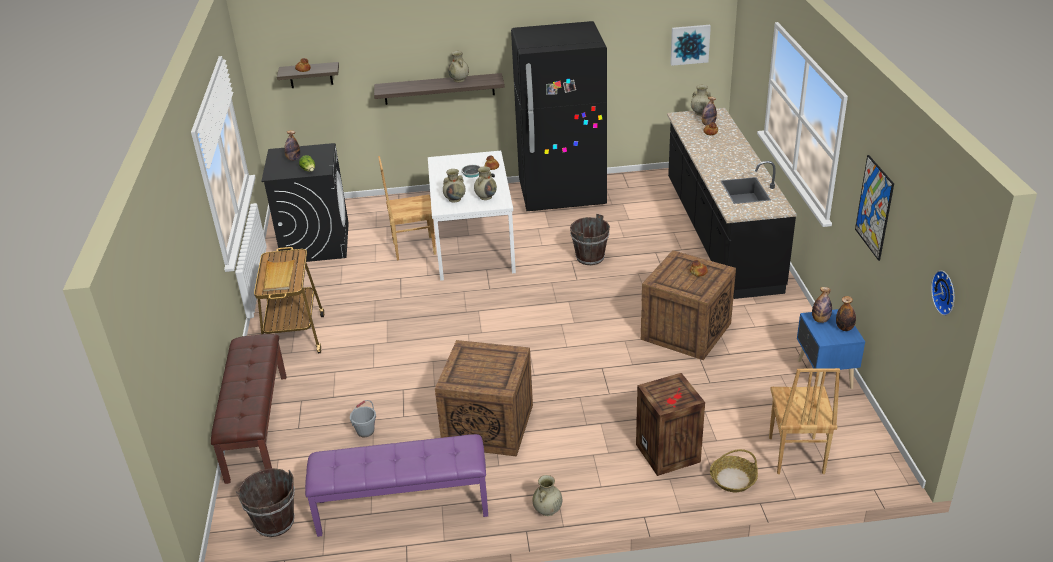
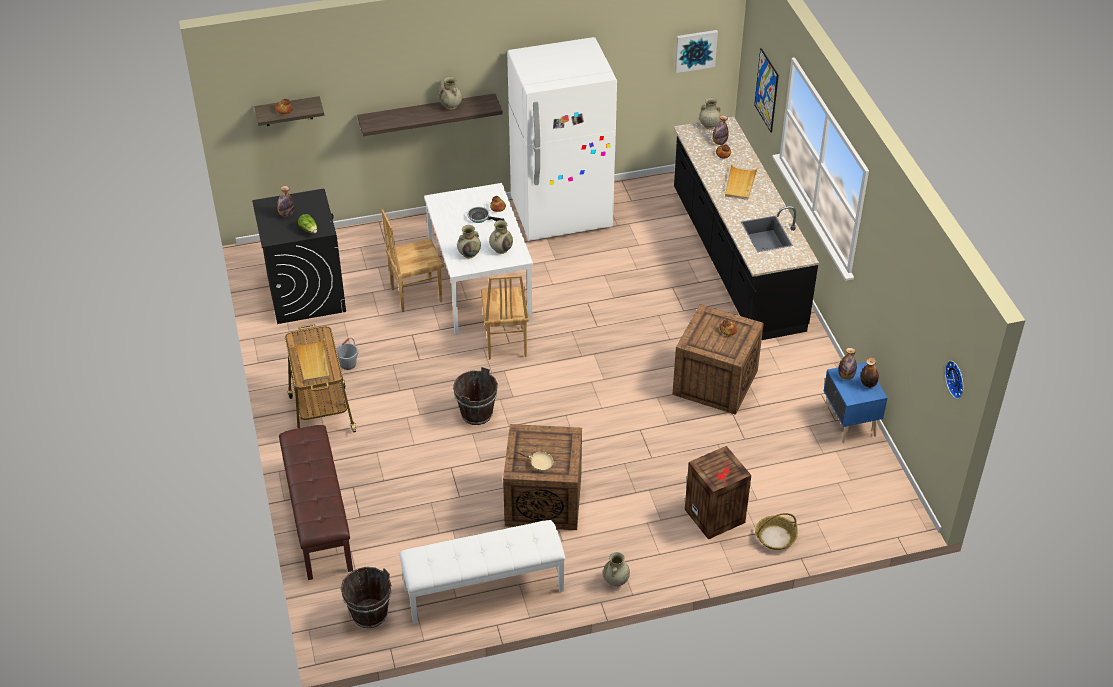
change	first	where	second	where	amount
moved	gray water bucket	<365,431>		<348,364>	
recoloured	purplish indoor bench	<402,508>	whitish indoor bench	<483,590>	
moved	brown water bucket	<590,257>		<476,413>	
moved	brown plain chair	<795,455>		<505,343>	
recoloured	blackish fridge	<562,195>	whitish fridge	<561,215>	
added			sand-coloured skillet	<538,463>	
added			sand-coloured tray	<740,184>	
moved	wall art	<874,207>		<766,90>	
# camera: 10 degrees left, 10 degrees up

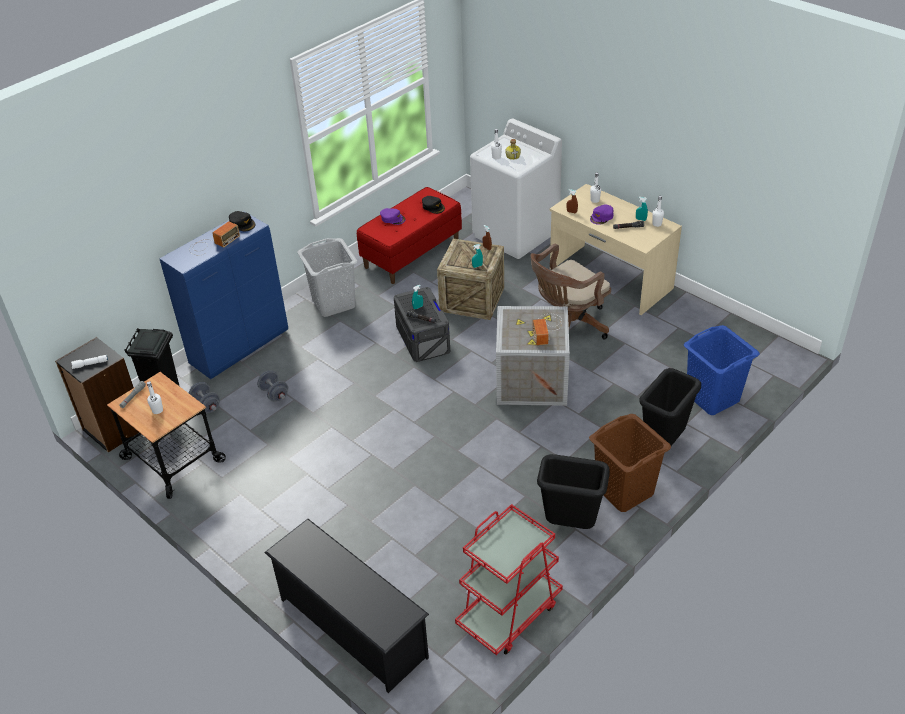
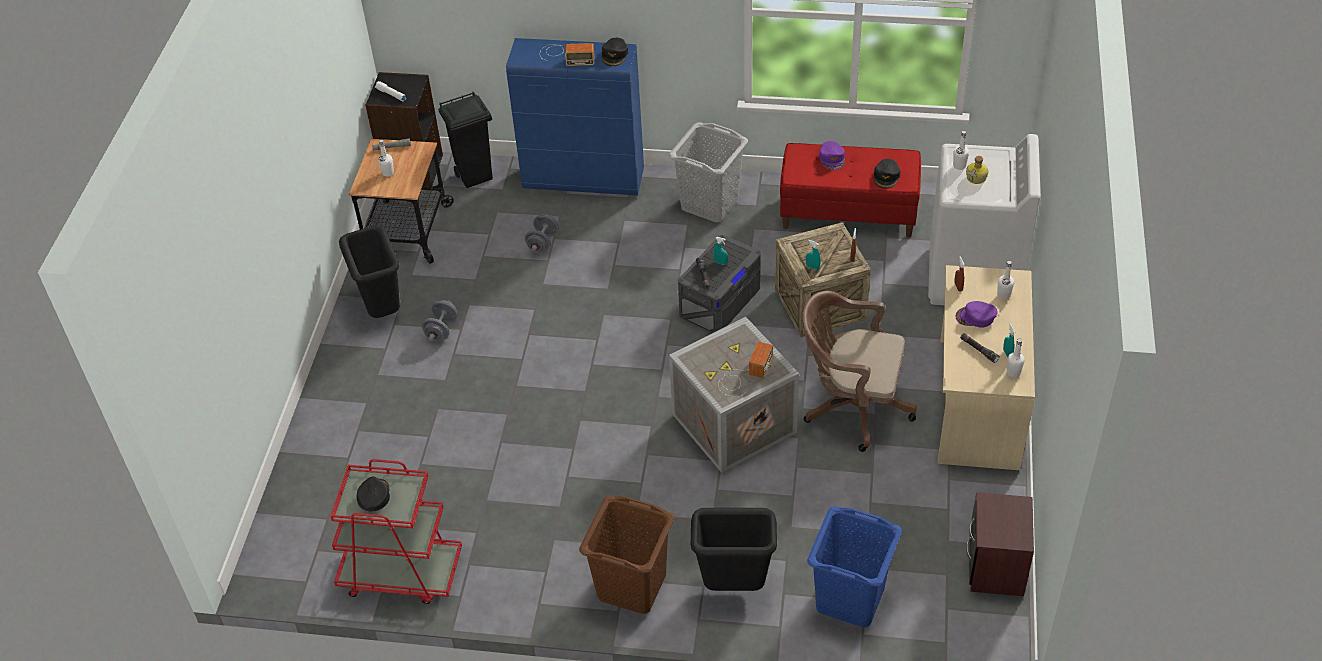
change	first	where	second	where	amount
moved	blackish waste bin	<571,525>		<382,310>	
added			blackish baseball cap	<373,496>	
moved	gray dumbbell	<206,405>		<442,330>	
turned	radio receiver	<547,328>		<744,375>	150 degrees clockwise
added			brown bedside table	<996,566>	
removed	blackish shoe stand	<352,627>			
# camera: 55 degrees right, 5 degrees up

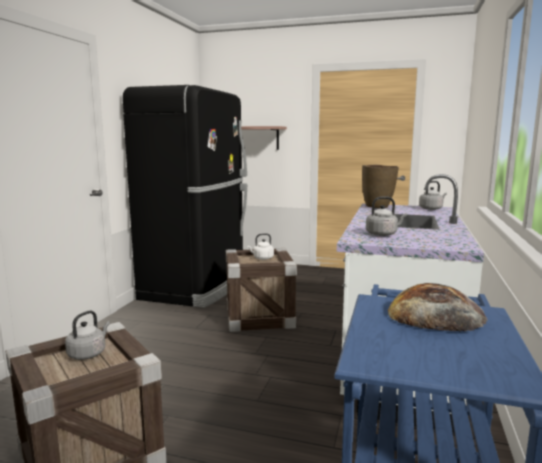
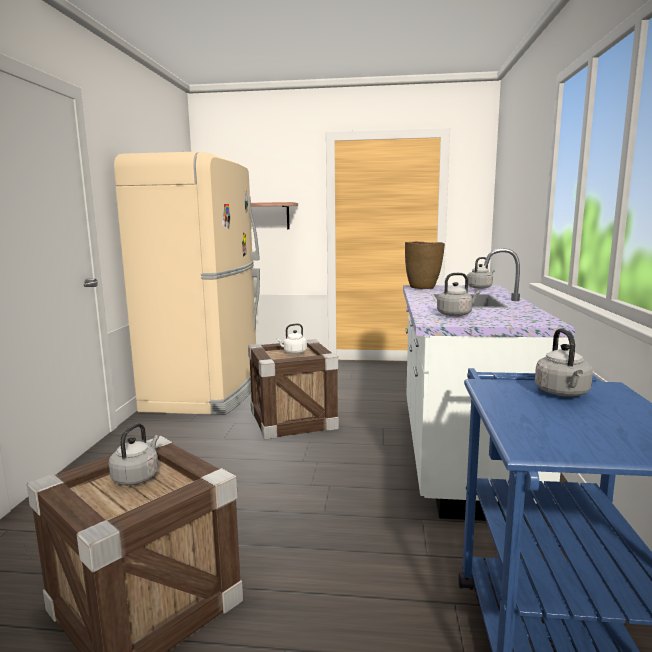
change	first	where	second	where	amount
recoloured	blackish fridge	<197,286>	sand-coloured fridge	<207,391>	
replaced	bread	<435,314>	gray kettle	<563,393>	
# camera: 10 degrees left, 0 degrees up

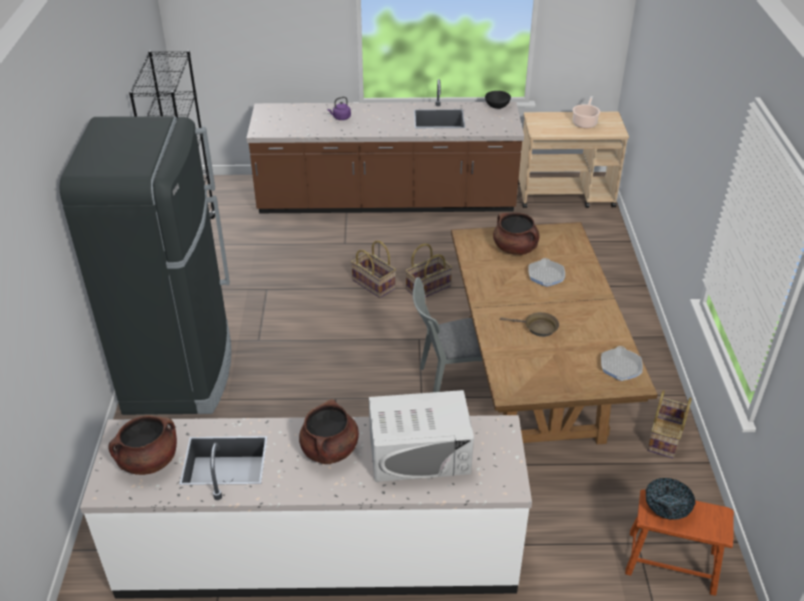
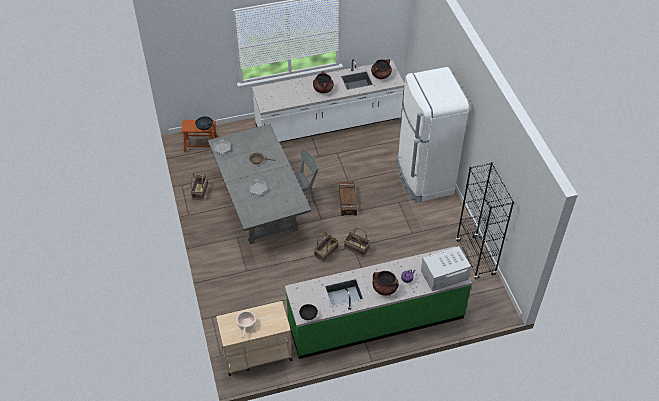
change	first	where	second	where	amount
recoloured	brown kitchen table	<533,383>	gray kitchen table	<260,206>	
recoloured	brown counter	<386,201>	green counter	<375,320>	
added			packing crate	<347,201>	
moved	brown cooking pot	<515,248>		<384,288>	
recoloured	blackish fridge	<180,372>	whitish fridge	<424,179>	
moved	whitish microwave	<419,453>		<444,275>	
# camera: 165 degrees right, 10 degrees up

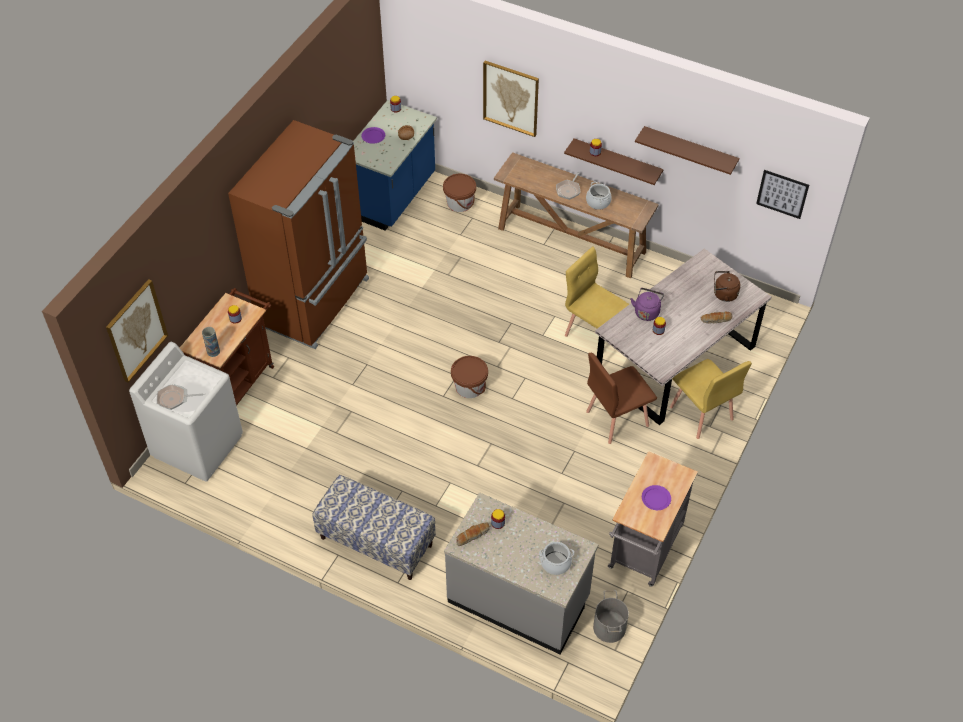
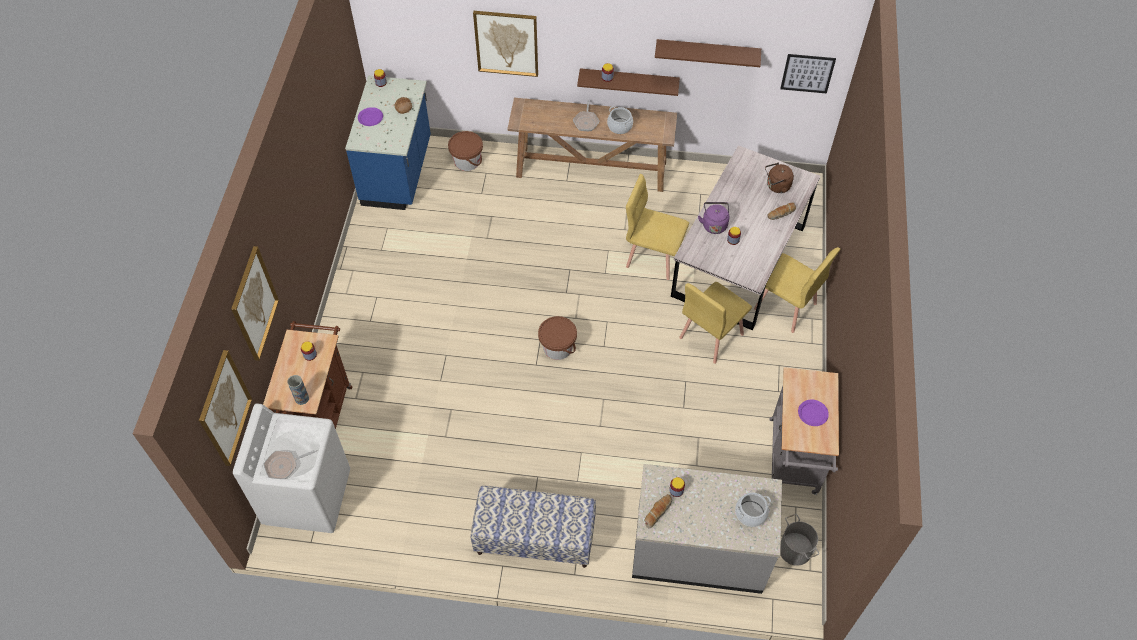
change	first	where	second	where	amount
added			wall art	<254,304>	
recoloured	brown plain chair	<616,418>	yellowish plain chair	<710,336>	
removed	brown fridge	<315,302>			
# camera: 20 degrees left, 5 degrees up

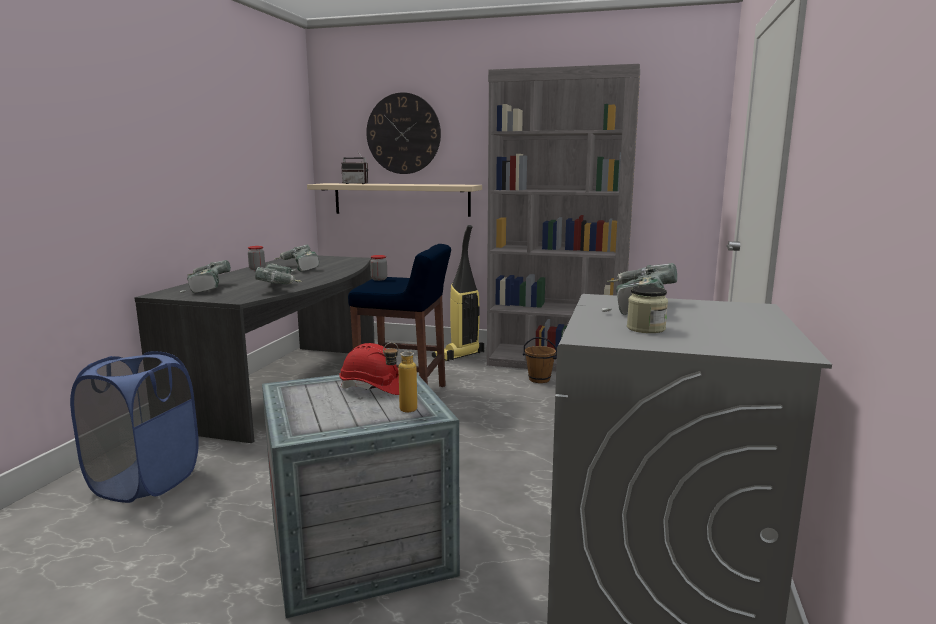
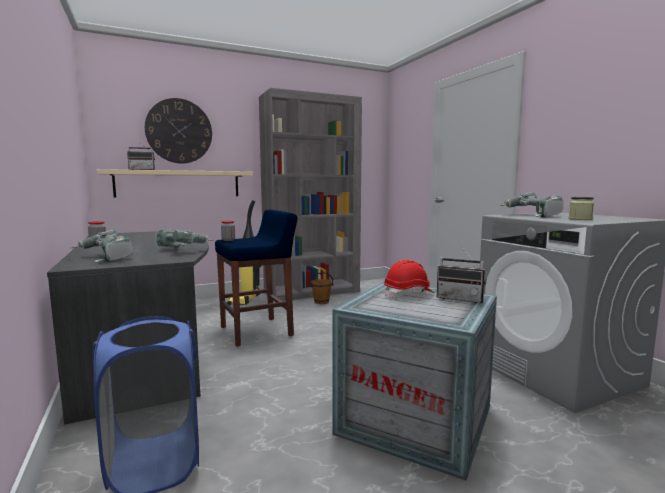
change	first	where	second	where	amount
replaced	bottle	<401,410>	radio receiver	<461,299>	
removed	power drill	<298,268>			
# camera: 40 degrees left, 5 degrees down

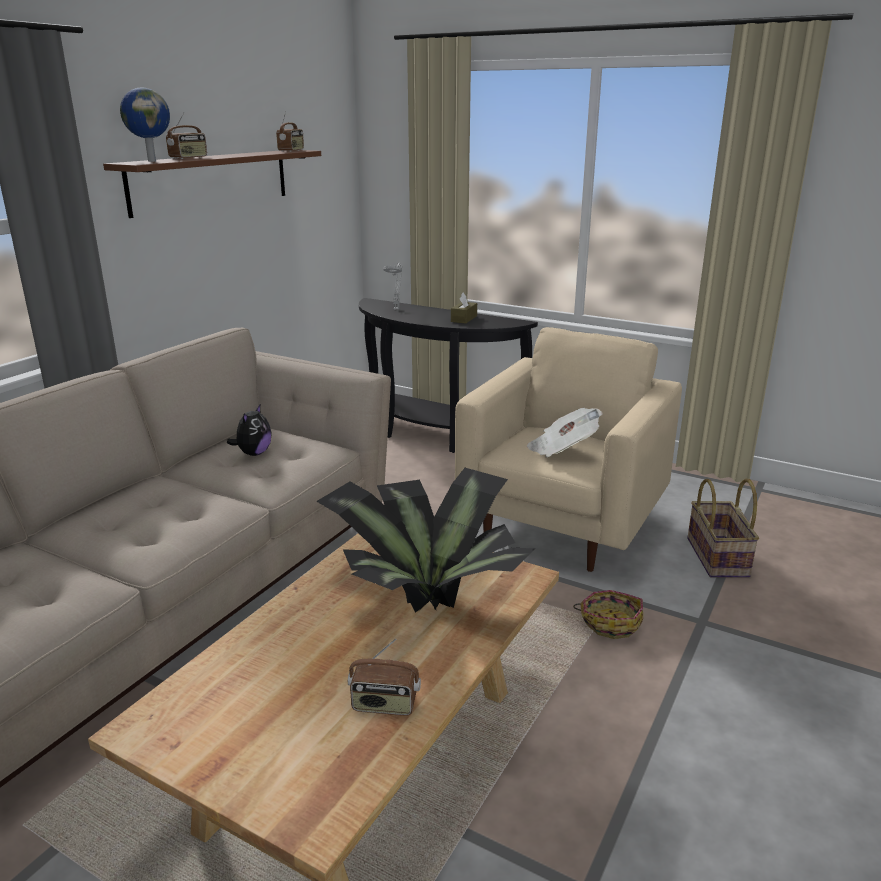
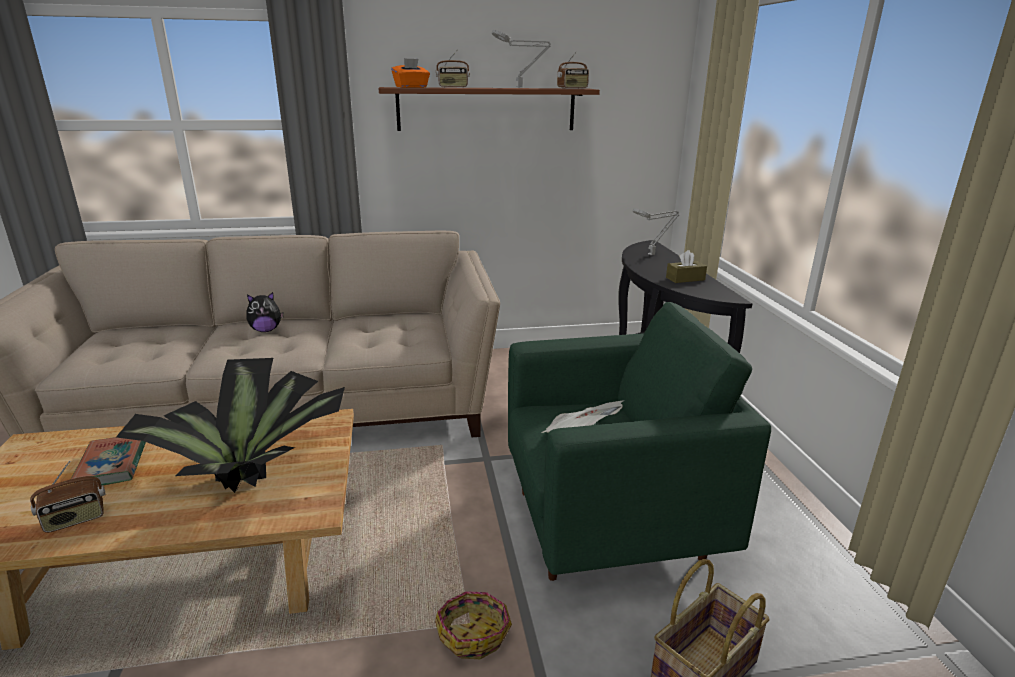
change	first	where	second	where	amount
turned	radio receiver	<384,705>		<75,519>	90 degrees counterclockwise
added			bound book	<112,465>	
moved	plush toy	<253,453>		<266,330>	
replaced	desk globe	<152,161>	orangey box of tissues	<411,87>	
added			gray table lamp	<521,88>	
recoloured	sand-coloured armchair	<563,525>	green armchair	<610,524>	
# camera: 50 degrees right, 0 degrees up

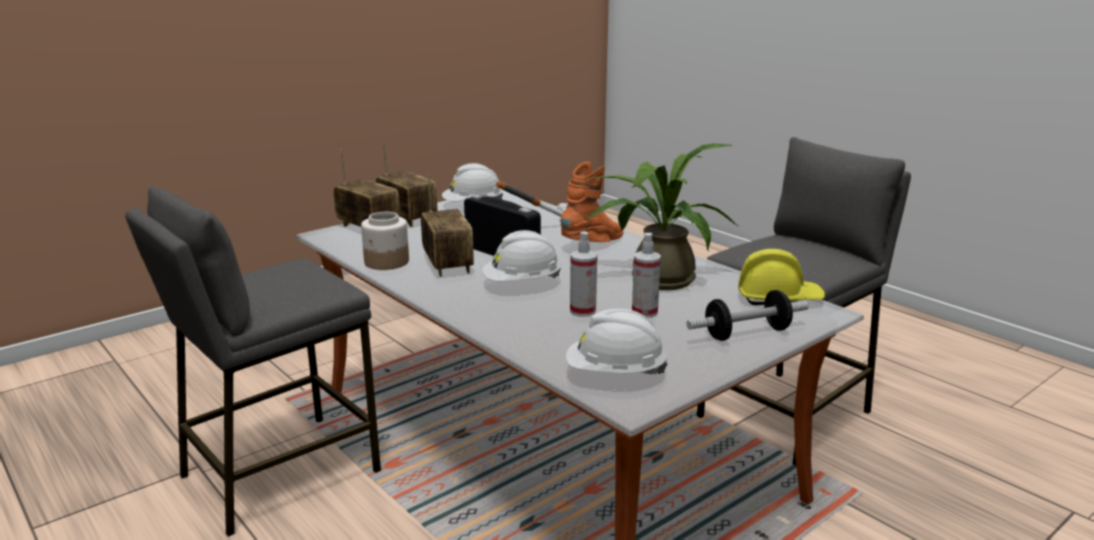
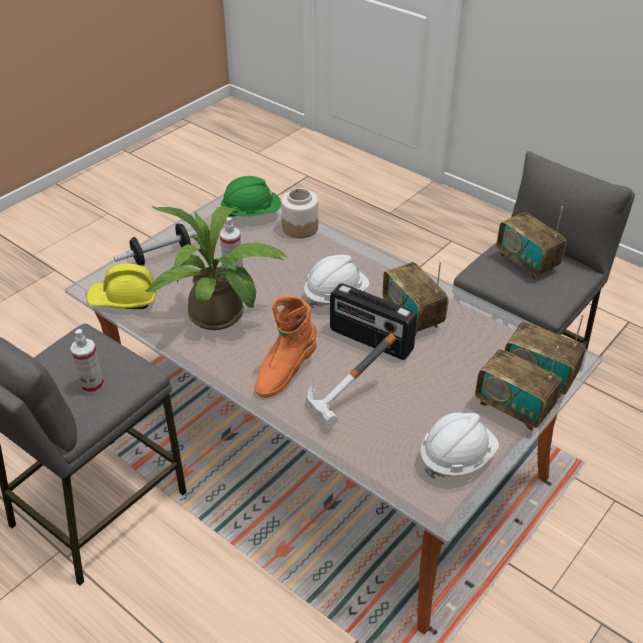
change	first	where	second	where	amount
moved	hand sprayer	<582,311>		<92,385>	
recoloured	whitish hard hat	<615,374>	green hard hat	<251,213>	
moved	preserve jar	<386,262>		<300,227>	
added			radio receiver	<526,262>	
# camera: 170 degrees right, 20 degrees up

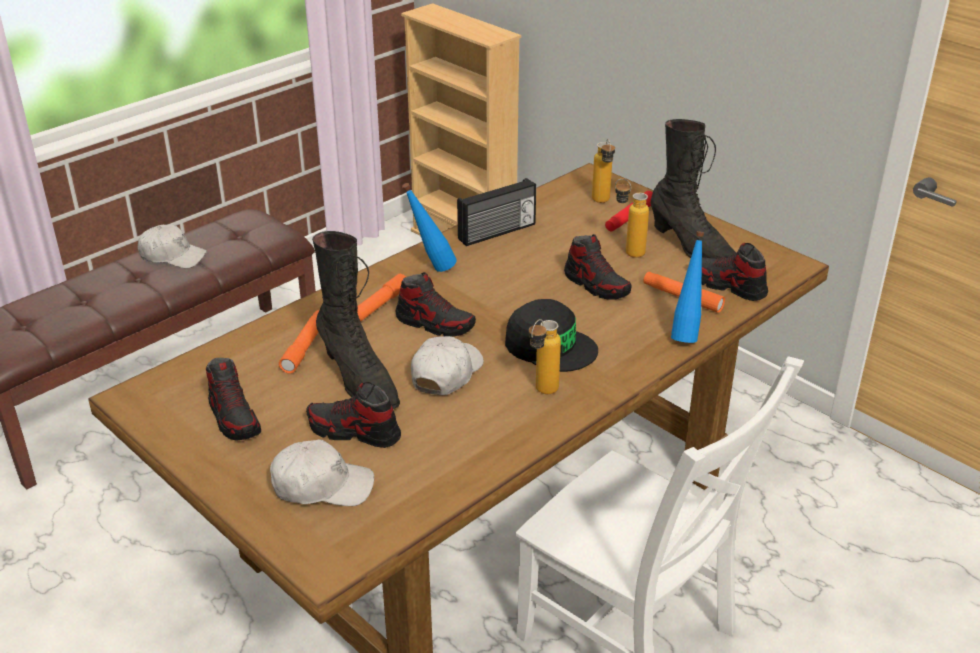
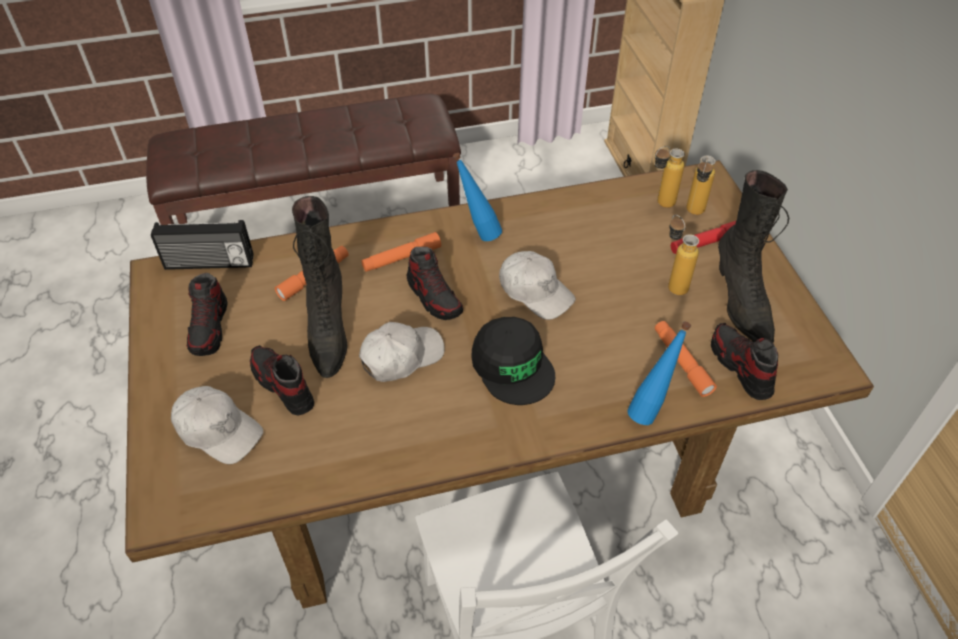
change	first	where	second	where	amount
moved	radio receiver	<497,232>		<209,263>	
moved	whitish baseball cap	<172,256>		<535,291>	
moved	bottle	<541,393>		<659,204>	
removed	item of footwear	<597,285>			
# camera: 30 degrees right, 15 degrees up

